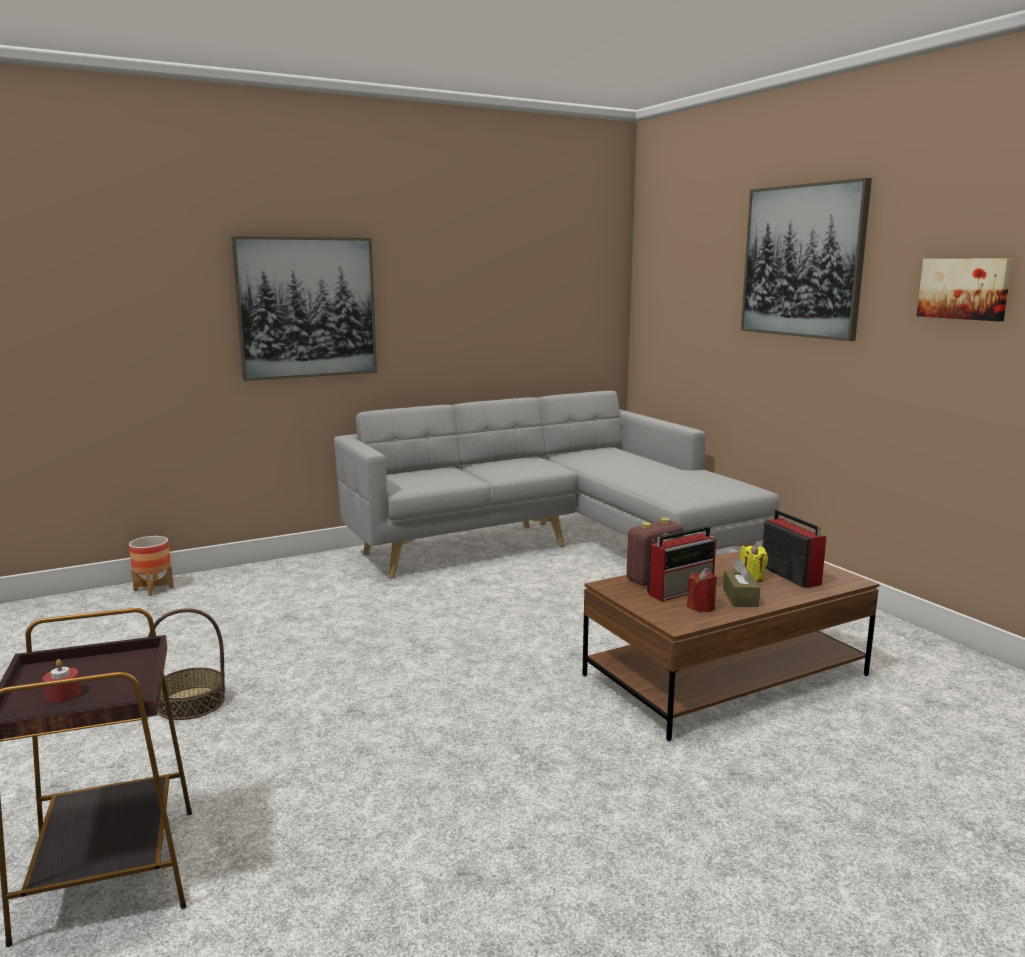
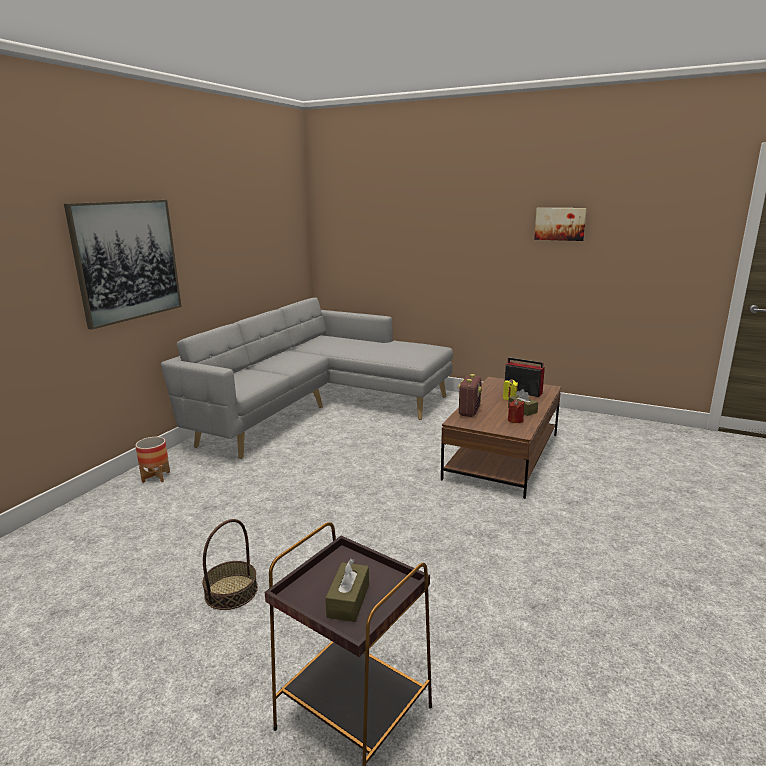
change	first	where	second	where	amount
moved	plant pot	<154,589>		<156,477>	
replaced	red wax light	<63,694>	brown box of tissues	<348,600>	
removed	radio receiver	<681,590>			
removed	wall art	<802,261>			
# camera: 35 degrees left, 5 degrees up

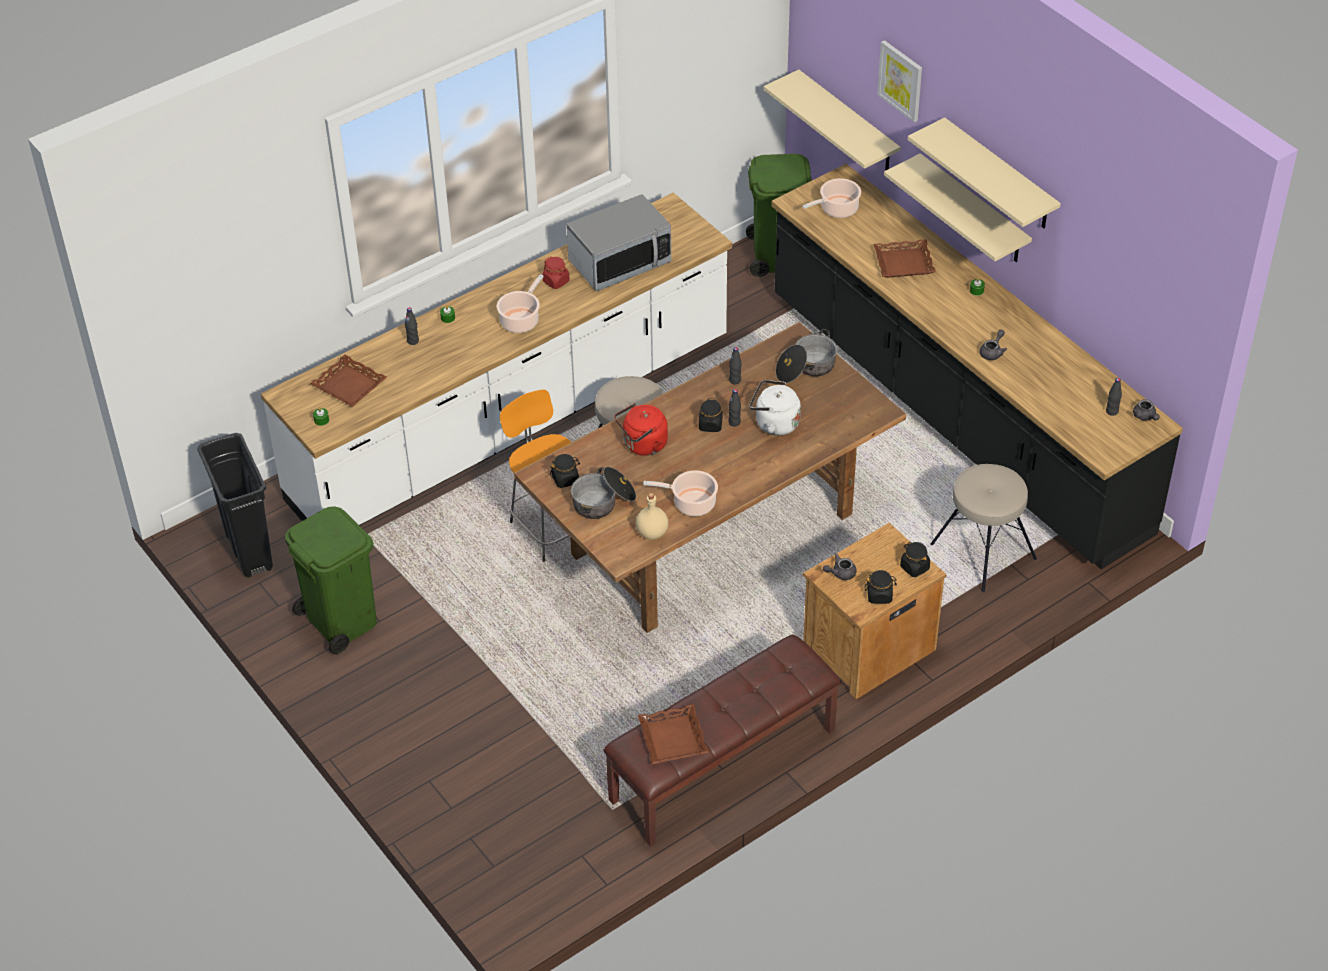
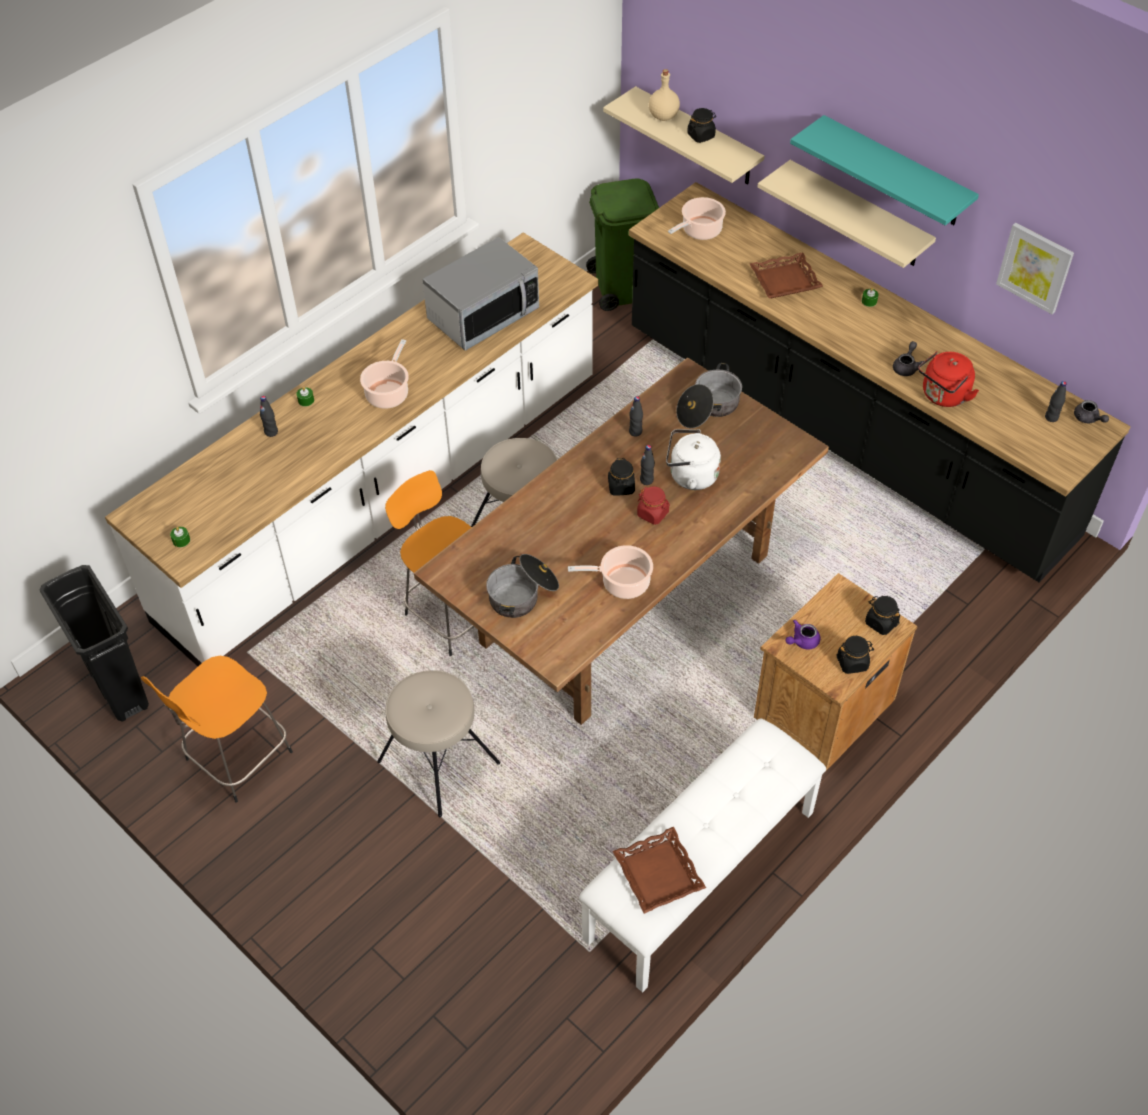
change	first	where	second	where	amount
replaced	green waste bin	<340,619>	orangey stool	<236,758>	
moved	sand-coloured stool	<982,552>		<438,763>	
recoloured	brown indoor bench	<723,766>	whitish indoor bench	<701,876>	
moved	red preserve jar	<556,281>		<653,514>	
moved	sand-coloured bottle	<651,533>		<663,116>	
moved	blackish preserve jar	<565,479>		<701,136>	
recoloured	gray tea pot	<840,573>	purplish tea pot	<802,641>	
recoloured	sand-coloured bracket shelf	<999,175>	blue-green bracket shelf	<895,172>	
moved	red kettle	<643,445>		<943,396>	
moved	wall art	<901,80>		<1035,267>	
removed	brown tray	<349,385>			
# camera: 10 degrees left, 5 degrees up

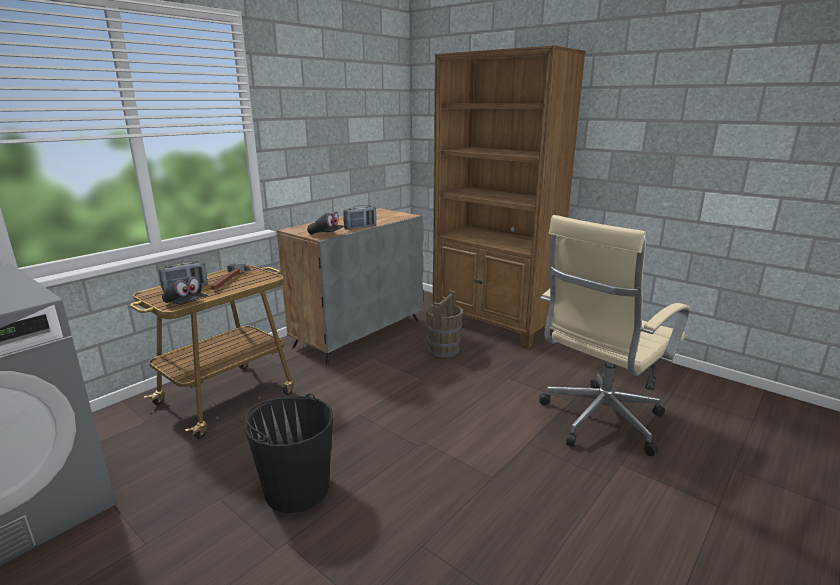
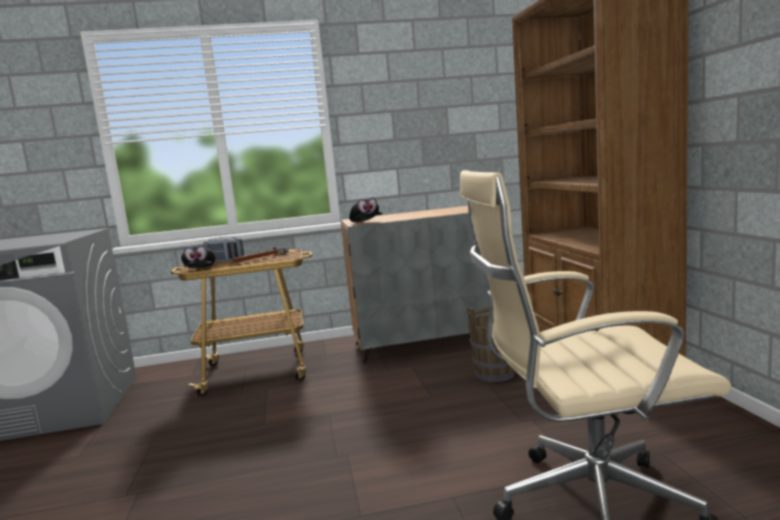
change	first	where	second	where	amount
removed	blackish water bucket	<296,489>			
removed	radio receiver	<360,227>			
# camera: 40 degrees right, 10 degrees down

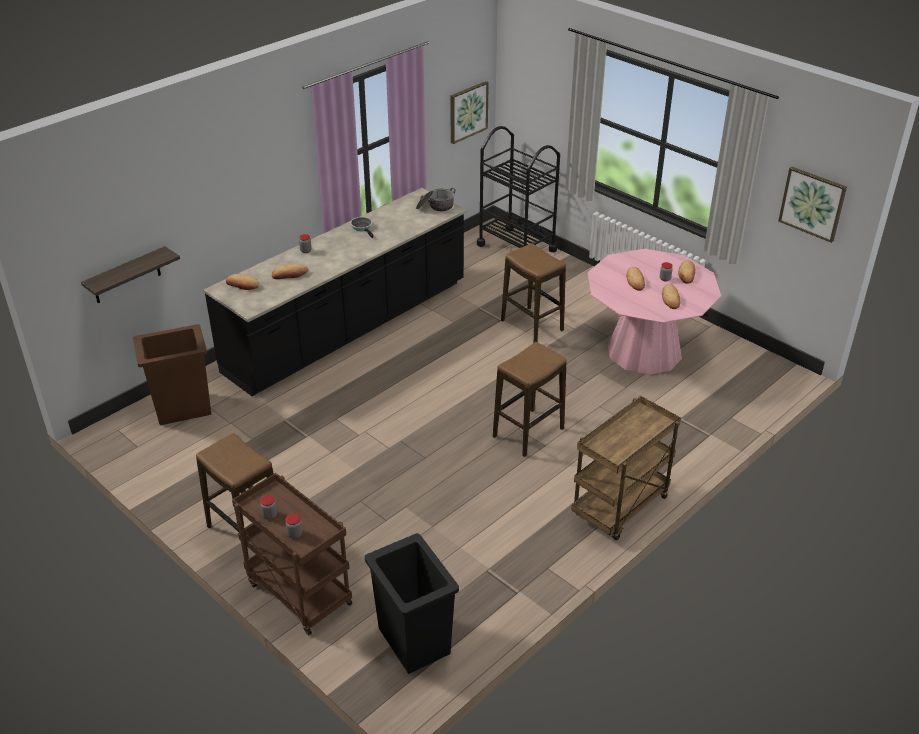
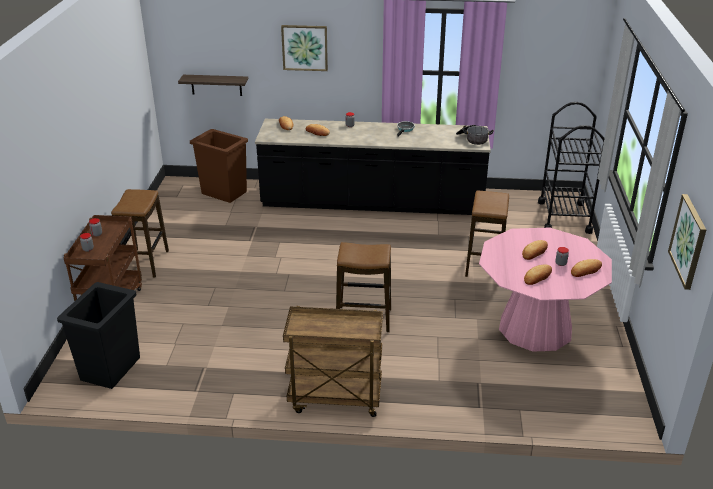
change	first	where	second	where	amount
moved	wall art	<468,111>		<305,47>	
# camera: 50 degrees right, 5 degrees down

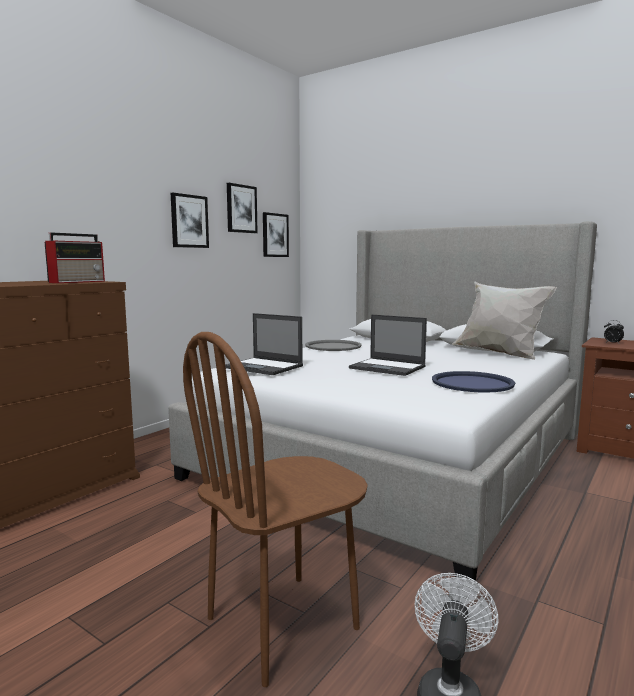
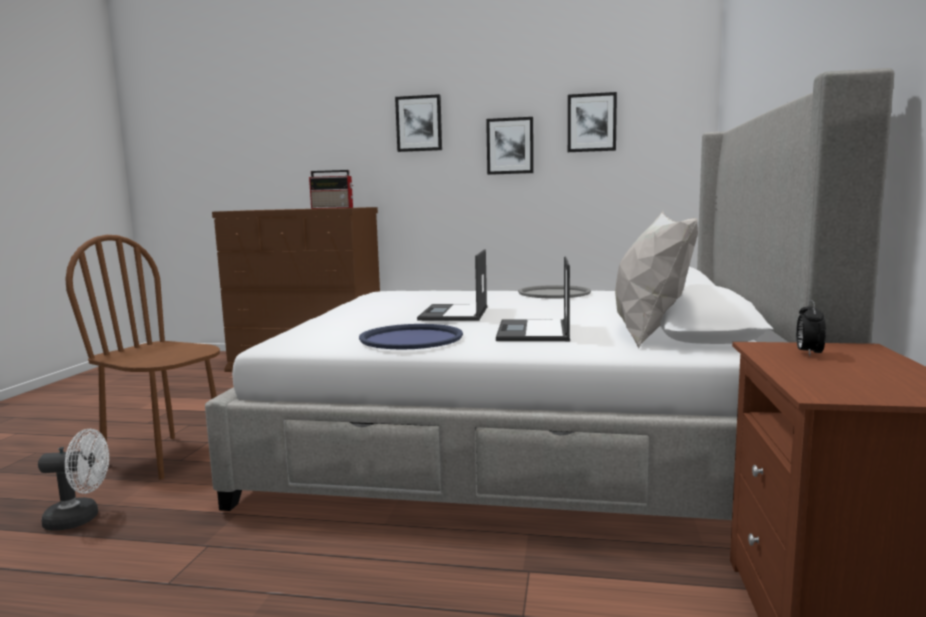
change	first	where	second	where	amount
moved	wall art	<275,235>		<419,123>	
moved	portable computer	<264,367>		<534,332>	
# camera: 65 degrees right, 0 degrees up

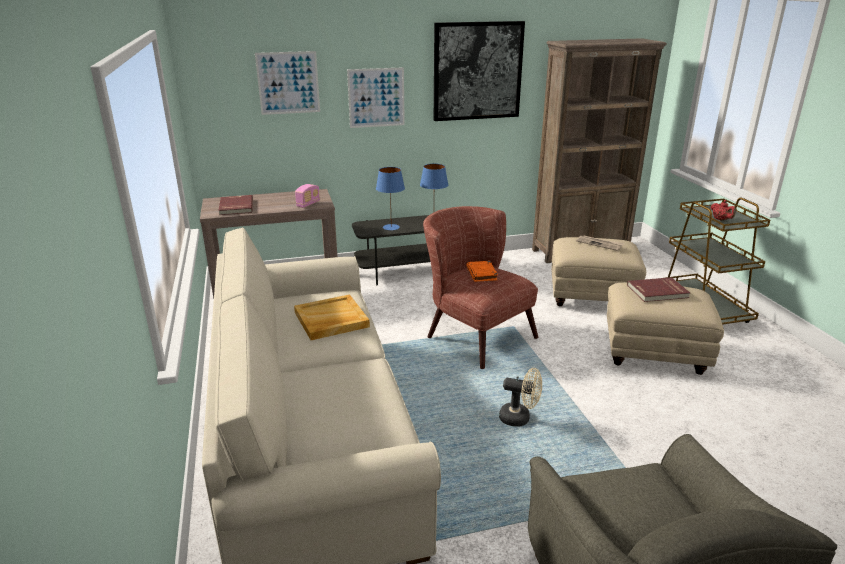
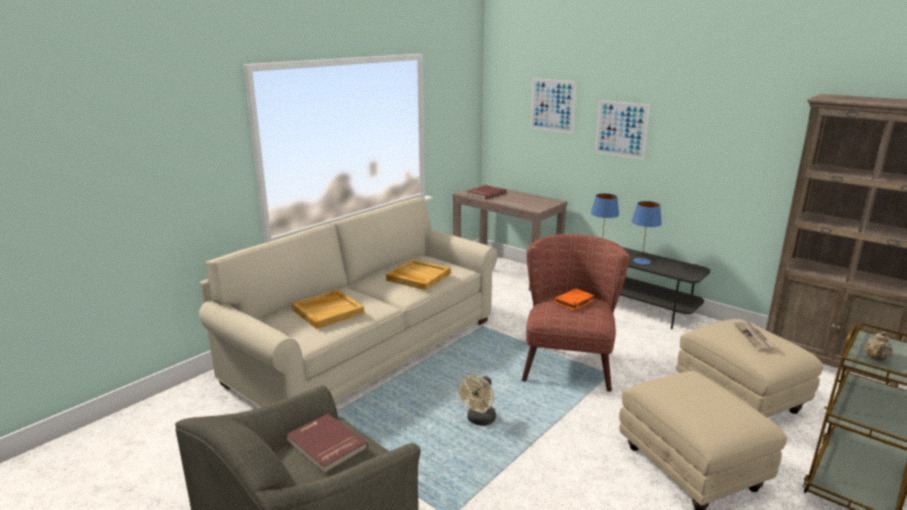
change	first	where	second	where	amount
moved	red bound book	<658,292>		<325,445>	
added			sand-coloured tray	<328,311>	
turned	sand-coloured electric fan	<519,418>		<479,420>	45 degrees clockwise
recoloured	red tea pot	<721,220>	sand-coloured tea pot	<876,358>	
removed	radio receiver	<308,204>			
removed	wall art	<477,71>			
# camera: 55 degrees right, 5 degrees down

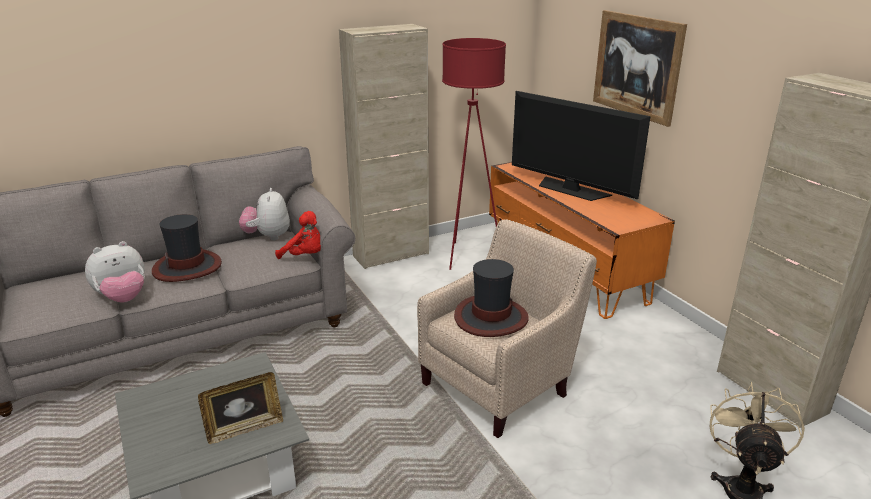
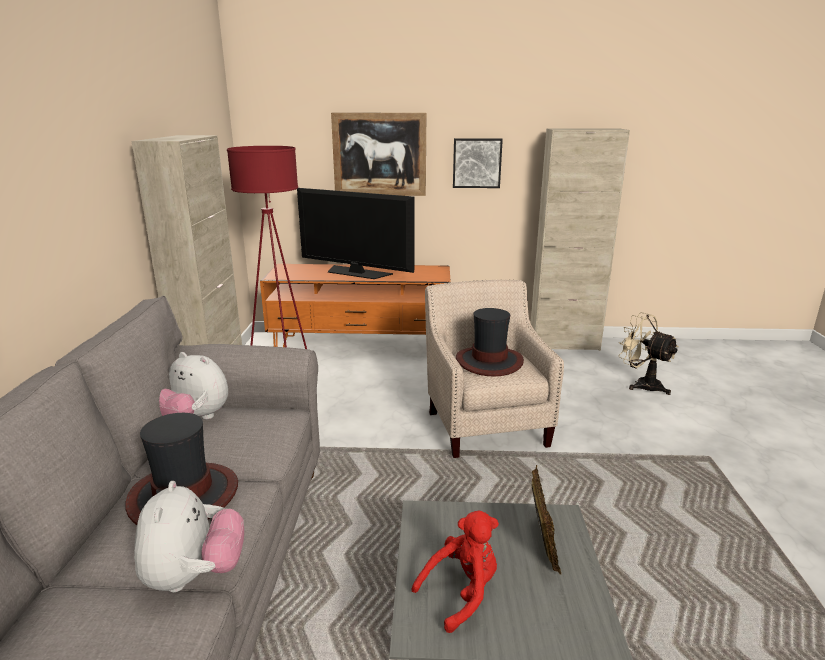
change	first	where	second	where	amount
turned	TV	<571,189>		<356,273>	45 degrees clockwise
moved	red plush toy	<306,256>		<462,592>	
added			wall art	<477,163>	
# camera: 60 degrees left, 5 degrees down

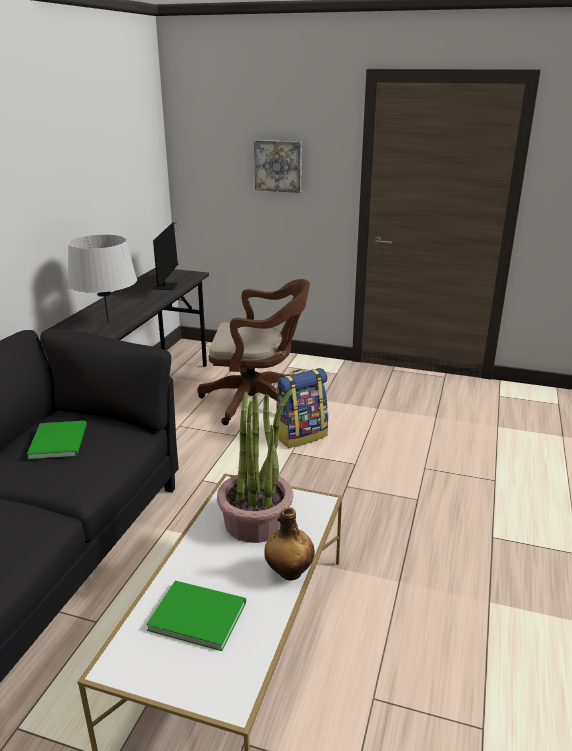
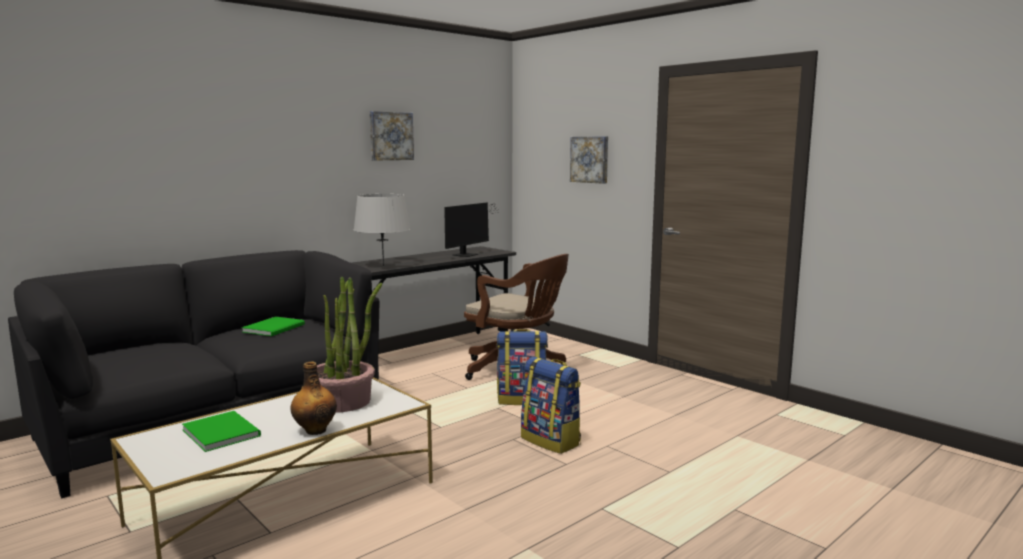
change	first	where	second	where	amount
added			wall art	<390,136>	
added			backpack	<551,441>	
# camera: 30 degrees right, 15 degrees down

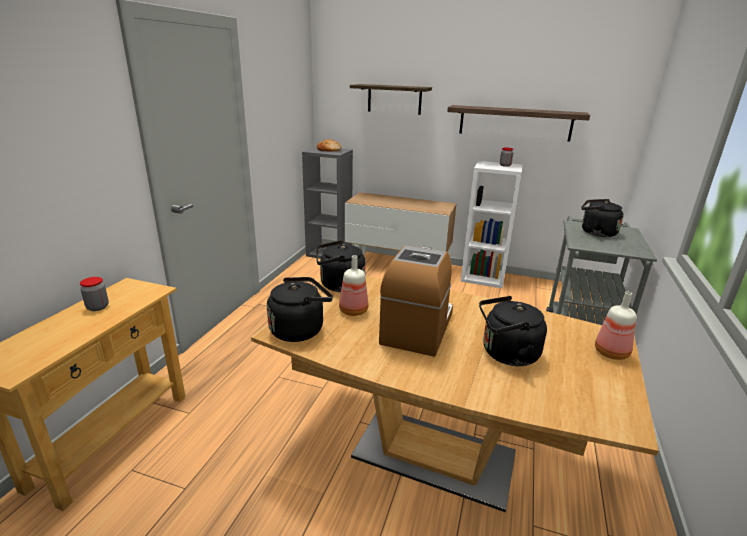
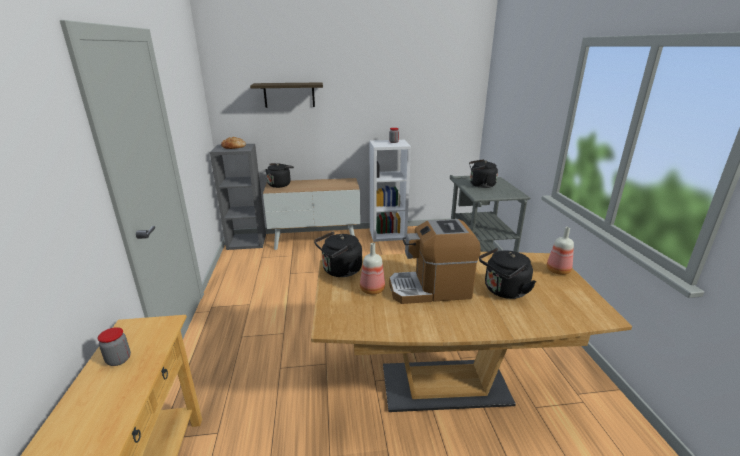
change	first	where	second	where	amount
moved	blackish kettle	<299,329>		<280,184>	
turned	coffee brewer	<417,327>		<430,289>	90 degrees counterclockwise
removed	bracket shelf	<515,123>			
# camera: 25 degrees left, 0 degrees up

